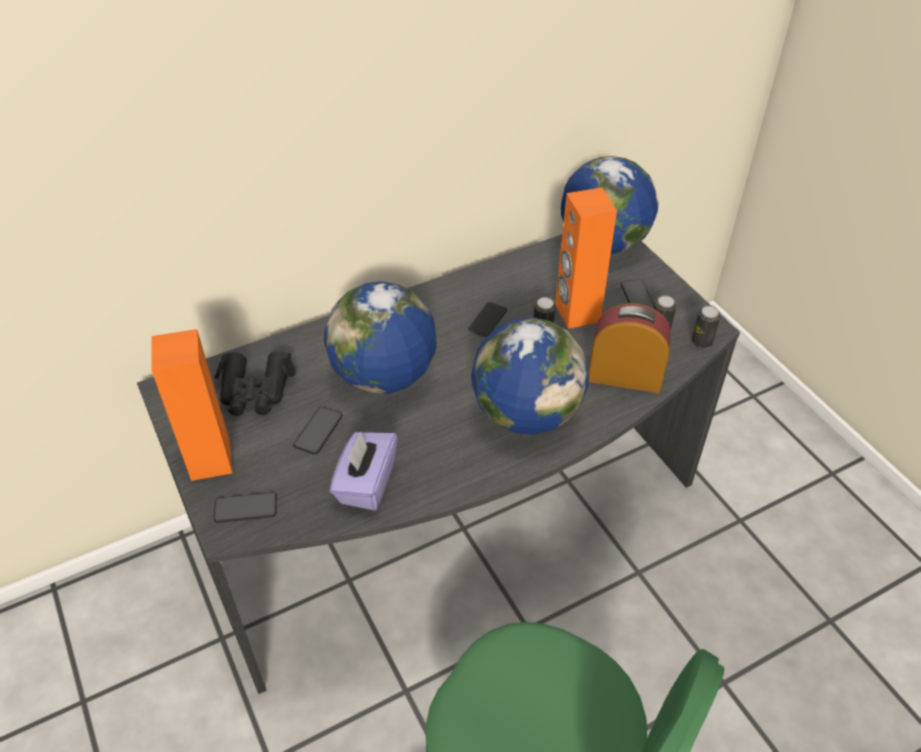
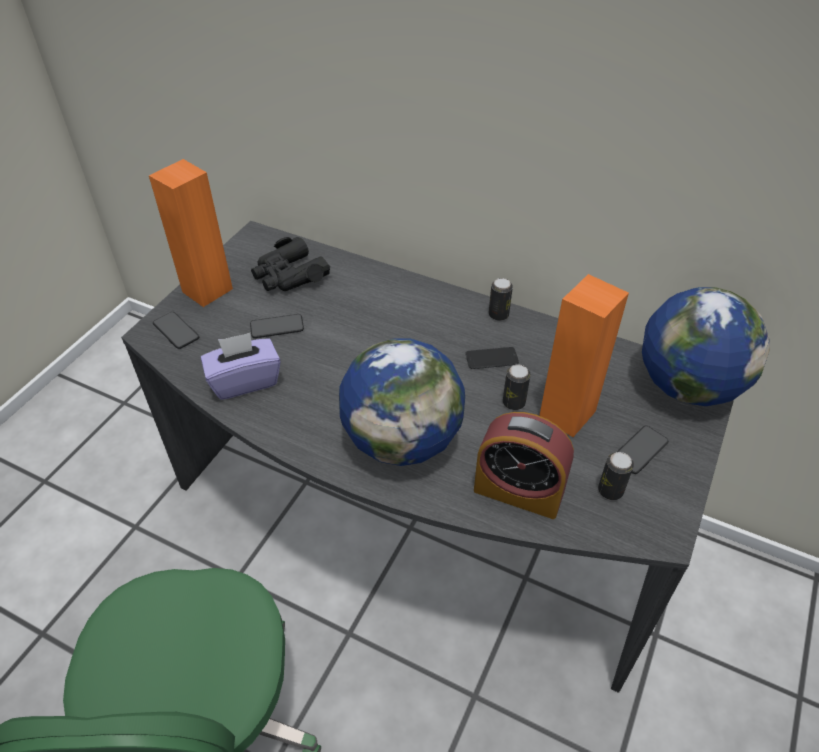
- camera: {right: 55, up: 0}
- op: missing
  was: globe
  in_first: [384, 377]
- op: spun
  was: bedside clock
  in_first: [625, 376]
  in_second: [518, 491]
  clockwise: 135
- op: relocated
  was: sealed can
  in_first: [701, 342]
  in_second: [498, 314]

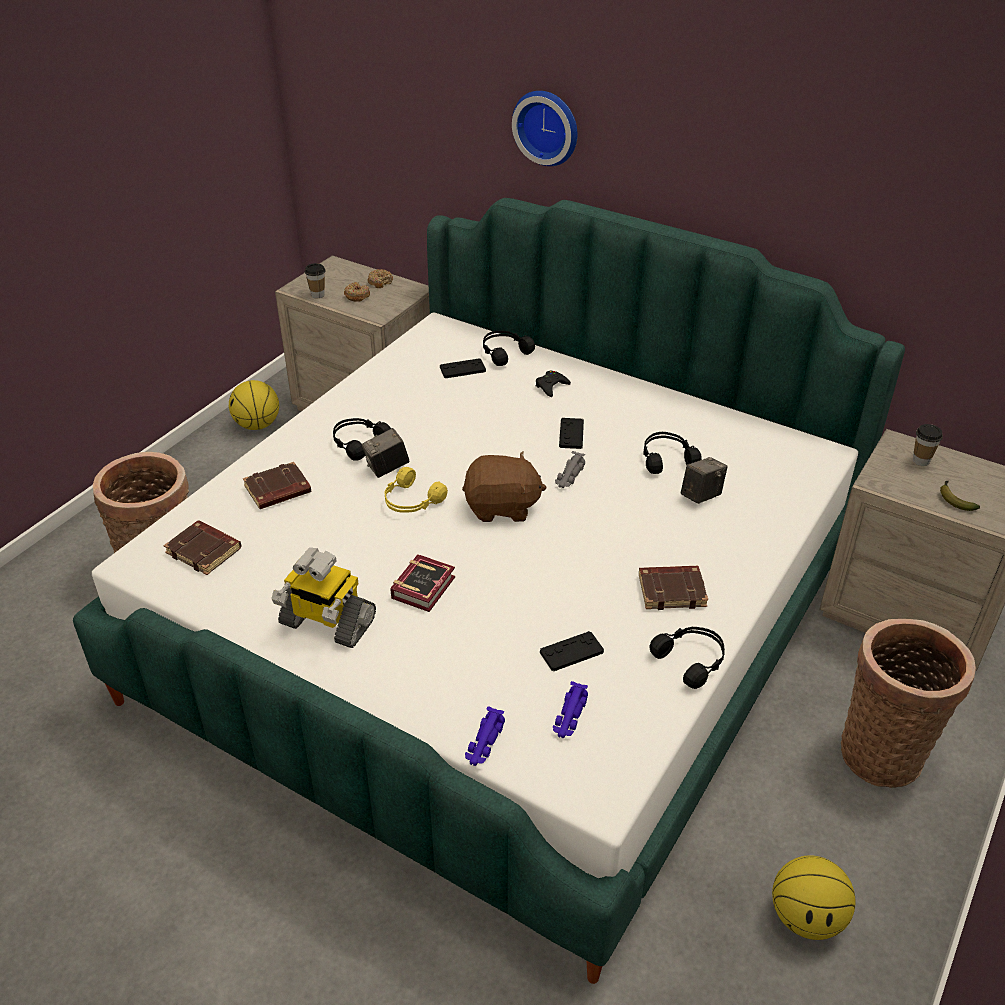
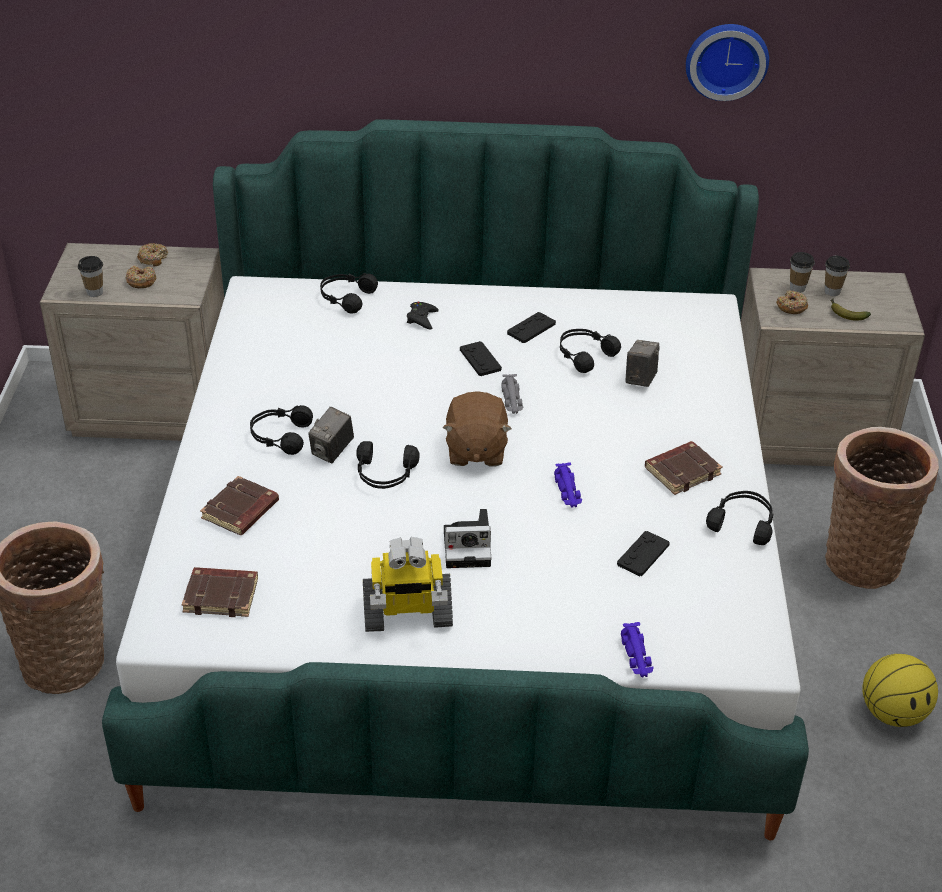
- camera: {right: -30, up: 0}
- op: missing
  was: basketball
  in_first: [257, 425]
- op: colour
  was: yellowish headphones
  now: black headphones
  in_first: [411, 501]
  in_second: [385, 475]
- op: exchanged
  was: bound book
  now: photo camera
  in_first: [426, 586]
  in_second: [469, 547]
- op: relocated
  was: black joypad
  in_first: [462, 369]
  in_second: [531, 328]
- op: spun
  was: brown cuddly toy
  in_first: [502, 507]
  in_second: [475, 450]
  clockwise: 120
- op: relocated
  was: hanging clock
  in_first: [547, 126]
  in_second: [726, 59]
- op: relocated
  was: purple-coloured model car
  in_first: [569, 716]
  in_second: [568, 492]
- op: appeared
  now: doughnut
  in_second: [791, 307]
- op: appeared
  now: cup
  in_second: [832, 291]

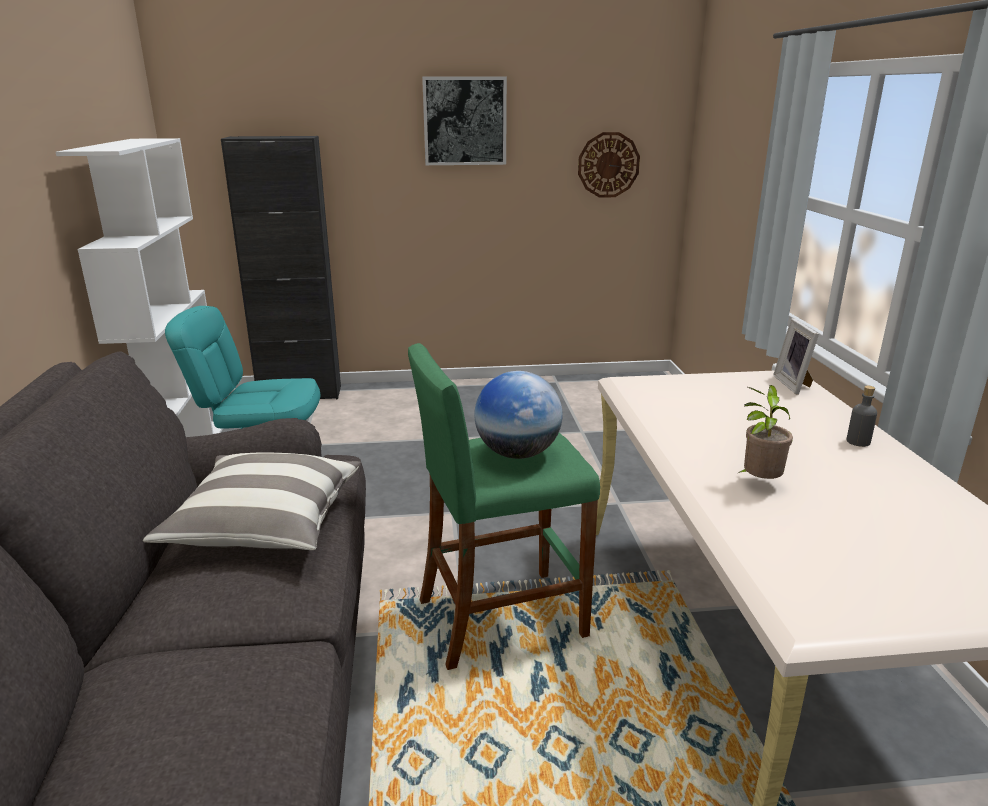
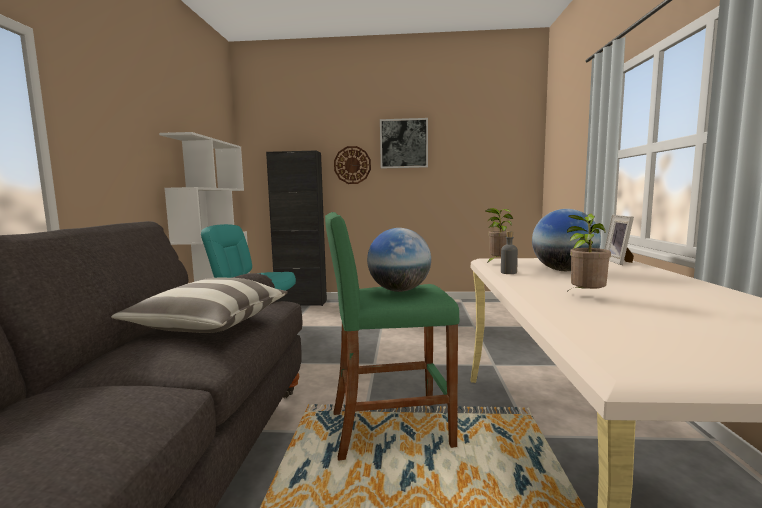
- camera: {right: 10, up: -15}
- op: relocated
  was: hanging clock
  in_first: [608, 165]
  in_second: [352, 165]
- op: relocated
  was: grey beverage bottle
  in_first: [858, 441]
  in_second: [508, 272]
- op: appeared
  now: houseplant
  in_second: [498, 263]
- op: appeared
  now: globe
  in_second: [563, 270]

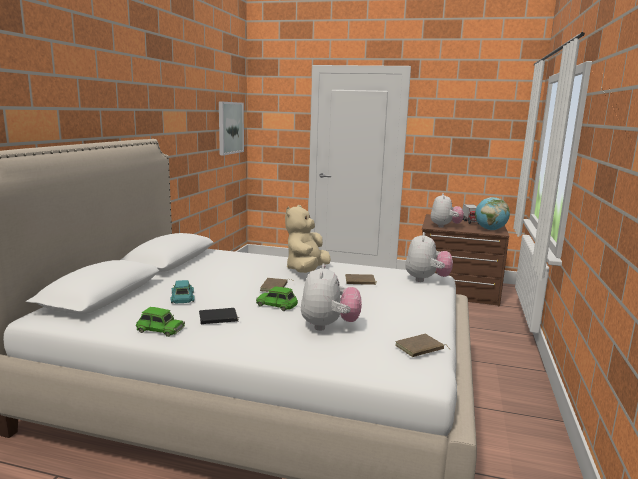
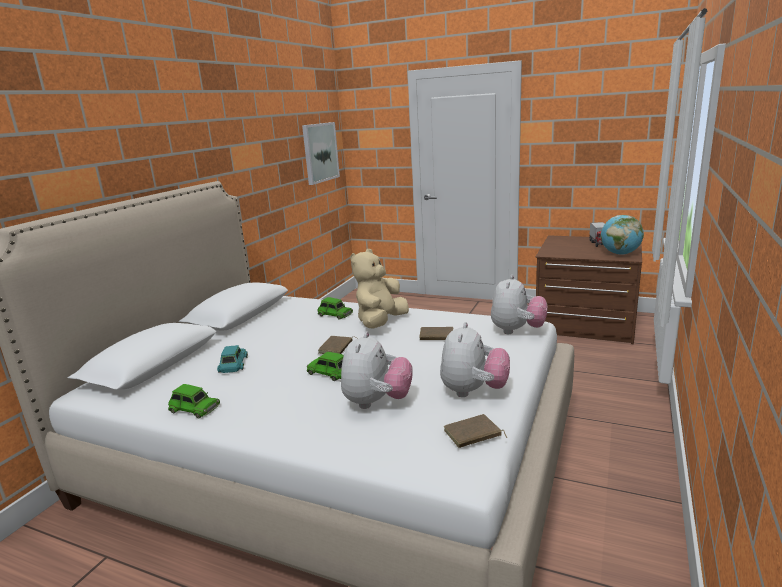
- camera: {right: 10, up: 5}
- op: missing
  was: black bound book
  in_first: [218, 319]
- op: relocated
  was: cuddly toy
  in_first: [445, 226]
  in_second: [473, 391]
- op: appeared
  now: greenish model car
  in_second: [335, 314]

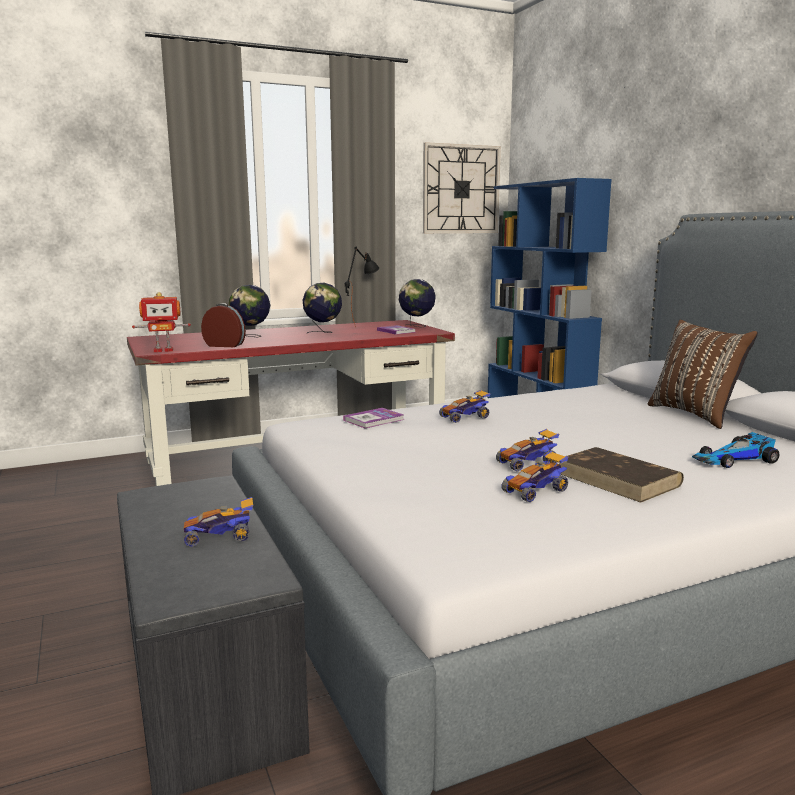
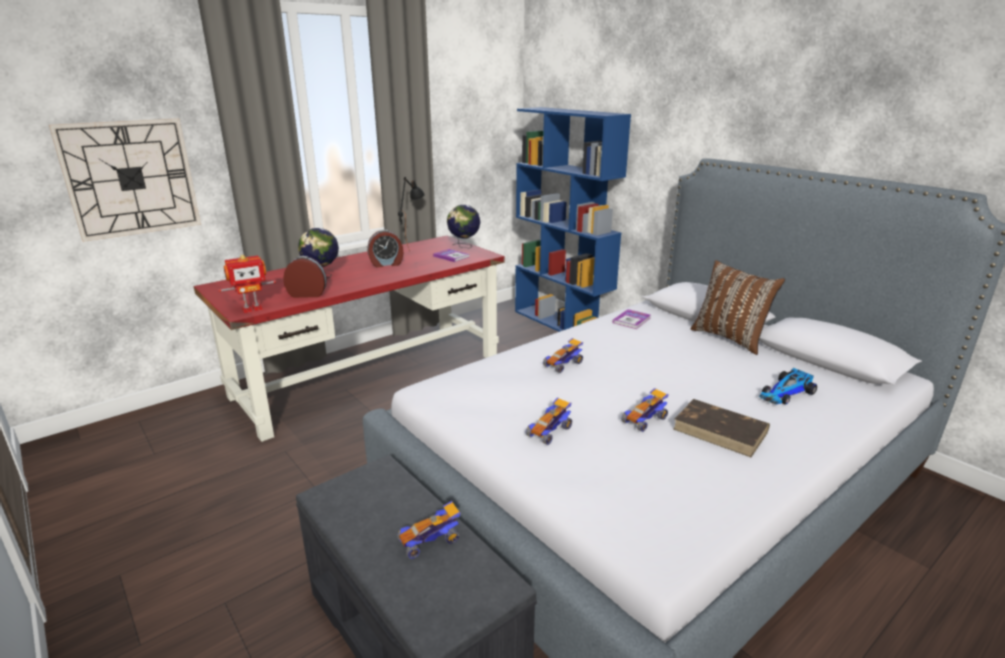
- camera: {right: -15, up: 10}
- op: exchanged
  was: globe
  now: bedside clock
  in_first: [323, 333]
  in_second: [386, 264]
- op: relocated
  was: bound book
  in_first: [374, 420]
  in_second: [631, 320]
- op: relocated
  was: hanging clock
  in_first: [461, 189]
  in_second: [130, 178]
- op: relocated
  was: model car
  in_first: [535, 491]
  in_second: [549, 431]

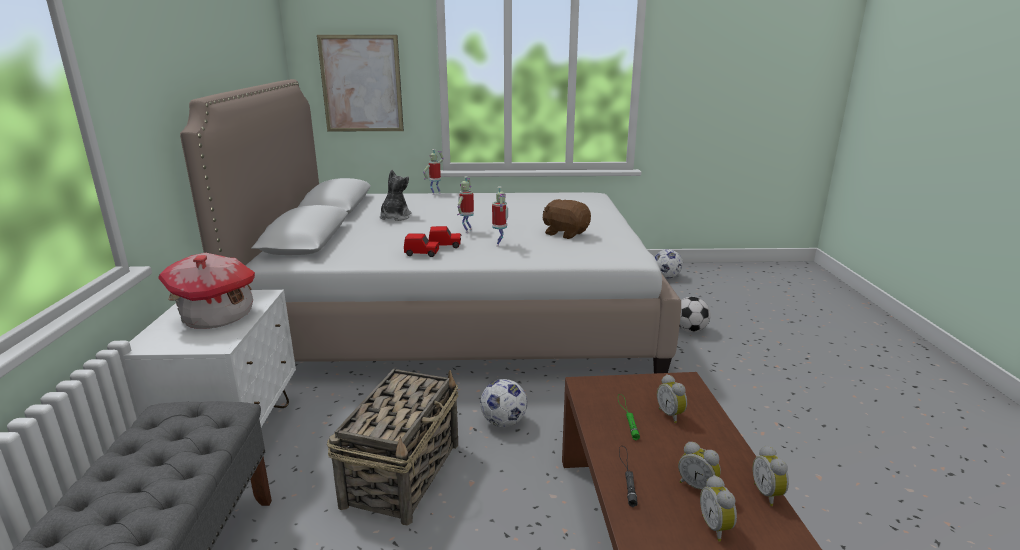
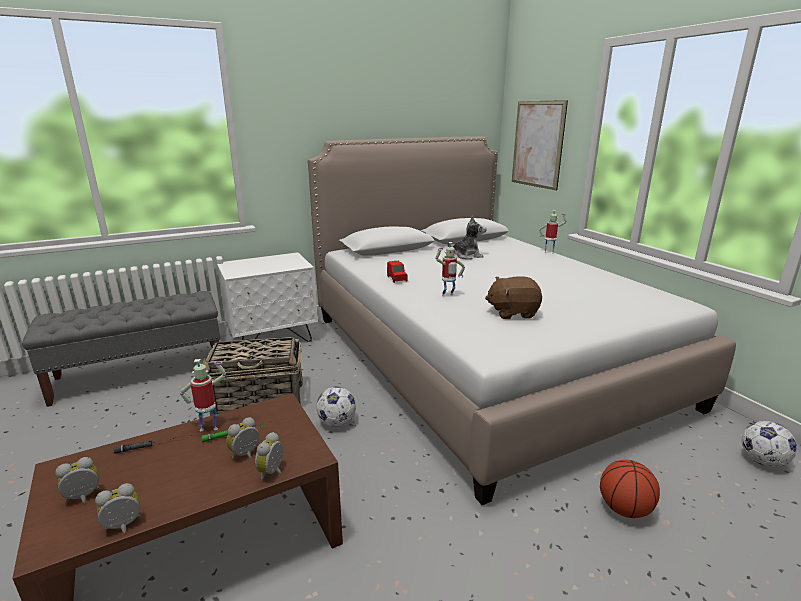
- camera: {right: 65, up: 0}
- op: missing
  was: miniature house
  in_first: [217, 316]
- op: missing
  was: red-coloured model car
  in_first: [445, 245]
- op: relocated
  was: toy robot
  in_first: [467, 231]
  in_second: [209, 427]
- op: spun
  was: brown cuddly toy
  in_first: [565, 233]
  in_second: [512, 312]
  clockwise: -105
- op: relocated
  was: bedside clock
  in_first: [697, 486]
  in_second: [273, 472]
- op: exchanged
  was: football
  now: basketball
  in_first: [689, 330]
  in_second: [624, 509]

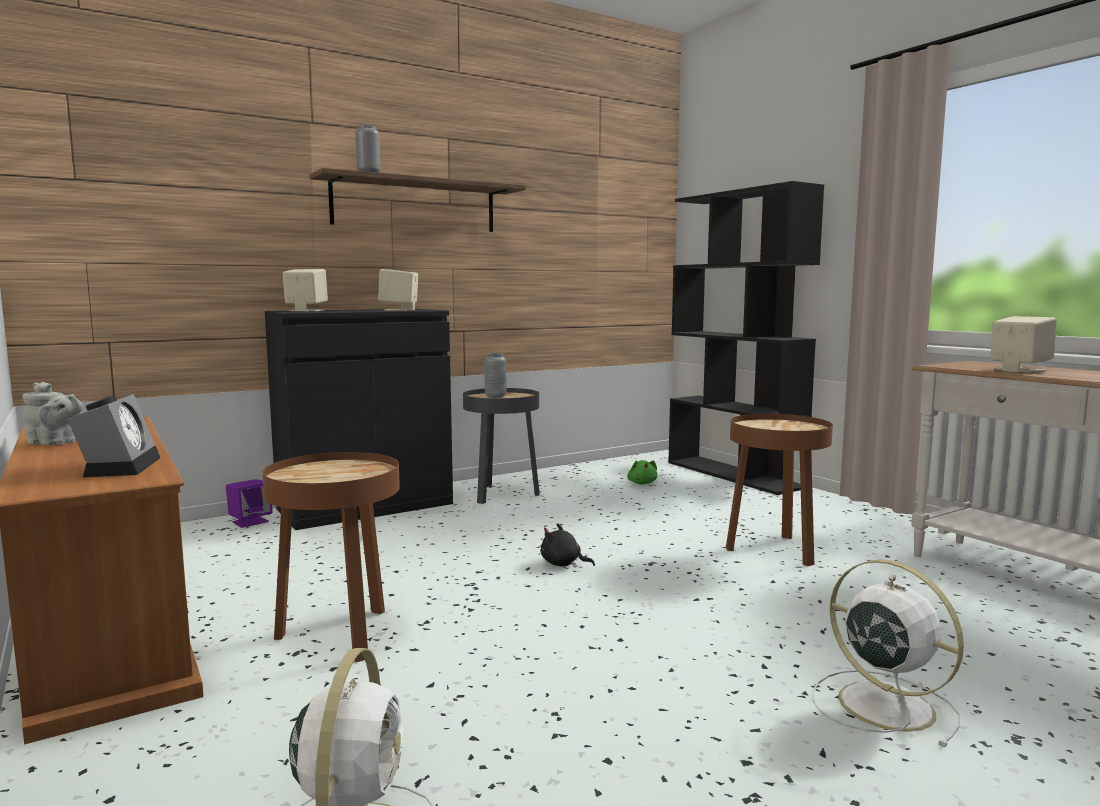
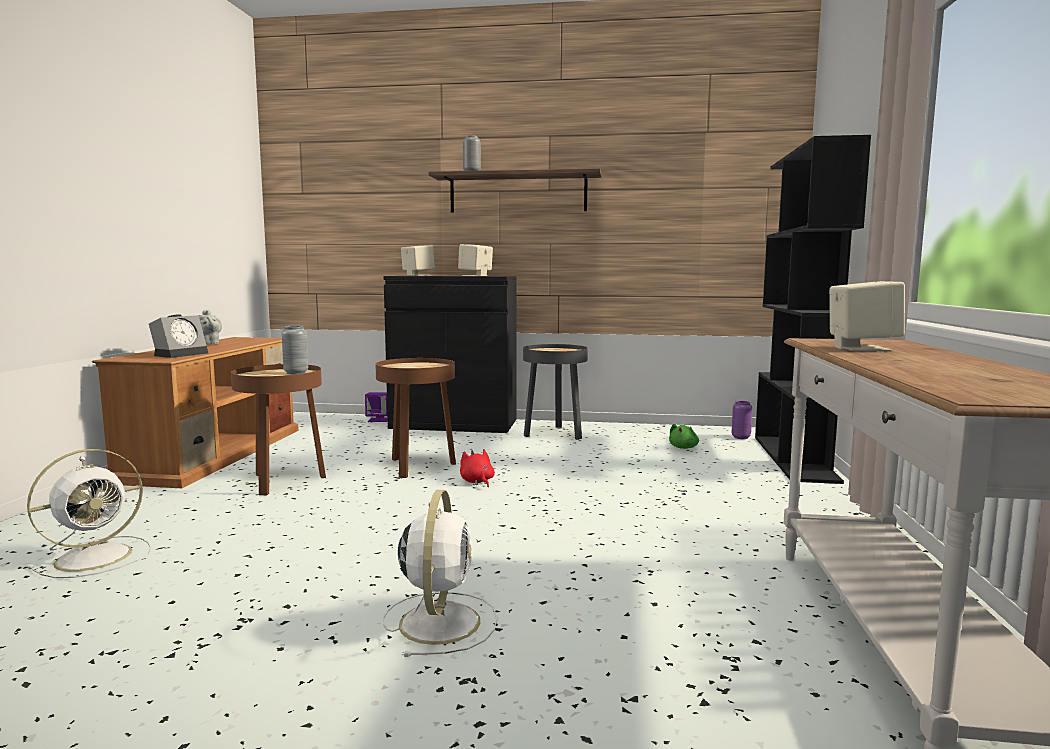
- camera: {right: 40, up: 0}
- op: relocated
  was: grey flower vase
  in_first: [495, 396]
  in_second: [296, 373]
- op: colour
  was: black cuddly toy
  now: red-coloured cuddly toy
  in_first: [563, 564]
  in_second: [477, 482]
- op: relocated
  was: brown end table
  in_first: [774, 550]
  in_second: [417, 466]
- op: appeared
  now: purple-coloured flower vase
  in_second: [740, 437]

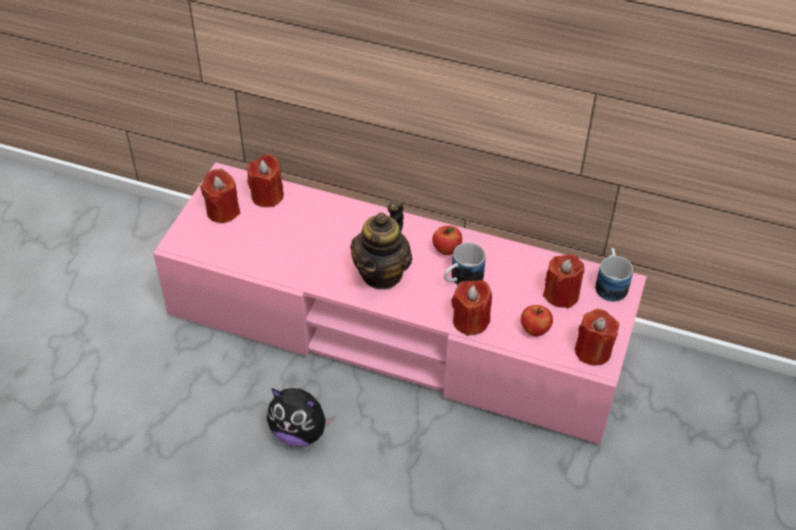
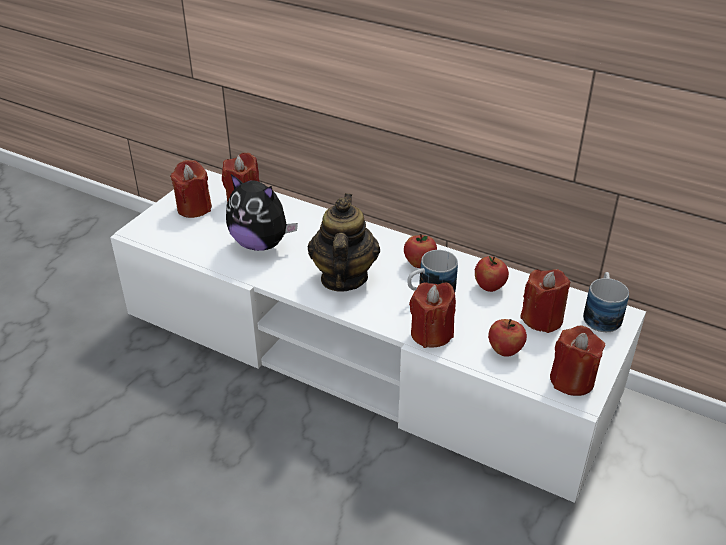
- camera: {right: 10, up: -10}
- op: colour
  was: pink-coloured tv stand
  now: white-coloured tv stand
  in_first: [397, 329]
  in_second: [363, 355]
- op: relocated
  was: cuddly toy
  in_first: [299, 432]
  in_second: [261, 244]
- op: spun
  was: teapot
  in_first: [382, 273]
  in_second: [343, 278]
  clockwise: 150
- op: appeared
  now: whole apple
  in_second: [489, 287]

